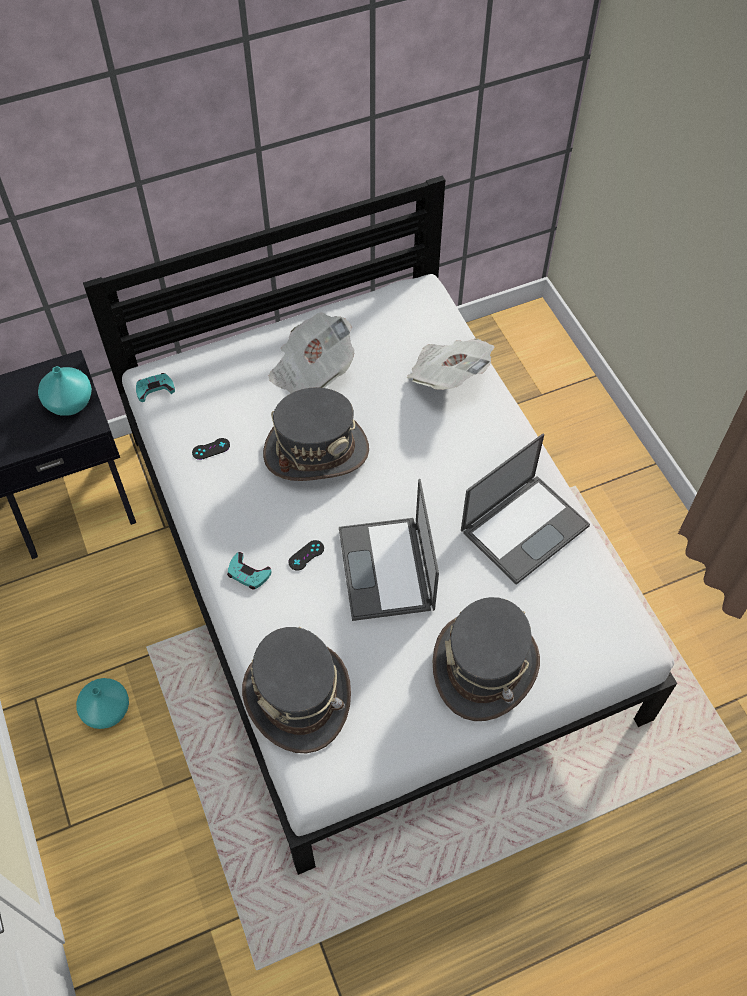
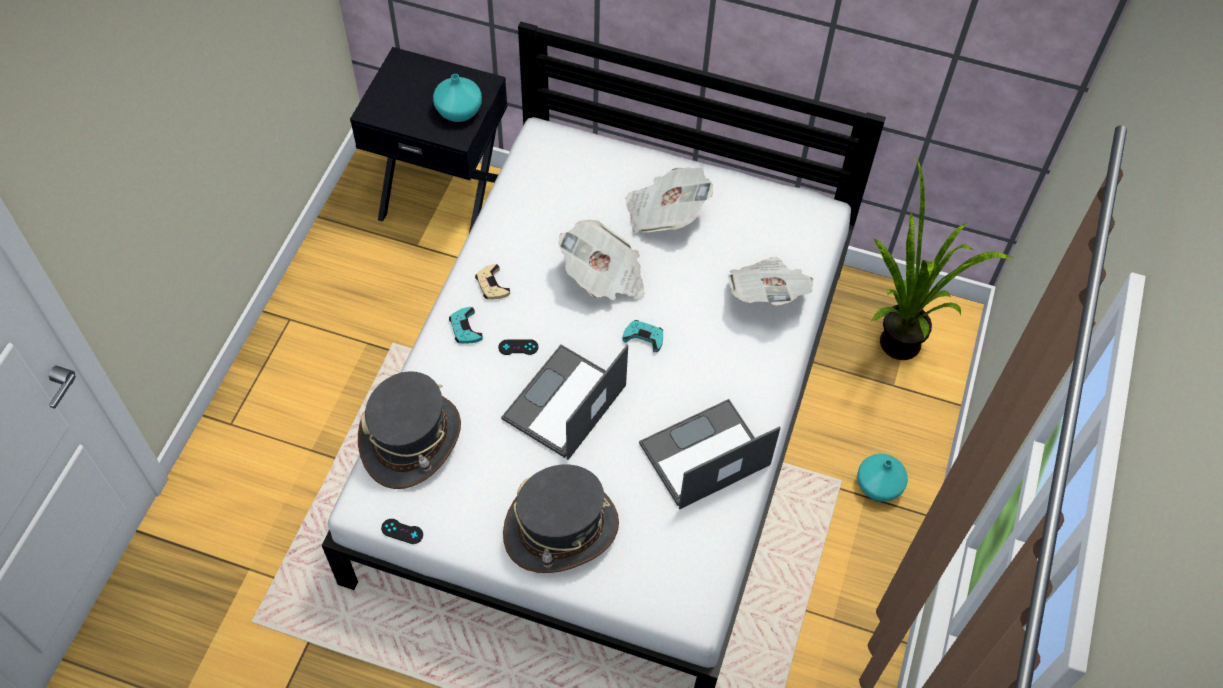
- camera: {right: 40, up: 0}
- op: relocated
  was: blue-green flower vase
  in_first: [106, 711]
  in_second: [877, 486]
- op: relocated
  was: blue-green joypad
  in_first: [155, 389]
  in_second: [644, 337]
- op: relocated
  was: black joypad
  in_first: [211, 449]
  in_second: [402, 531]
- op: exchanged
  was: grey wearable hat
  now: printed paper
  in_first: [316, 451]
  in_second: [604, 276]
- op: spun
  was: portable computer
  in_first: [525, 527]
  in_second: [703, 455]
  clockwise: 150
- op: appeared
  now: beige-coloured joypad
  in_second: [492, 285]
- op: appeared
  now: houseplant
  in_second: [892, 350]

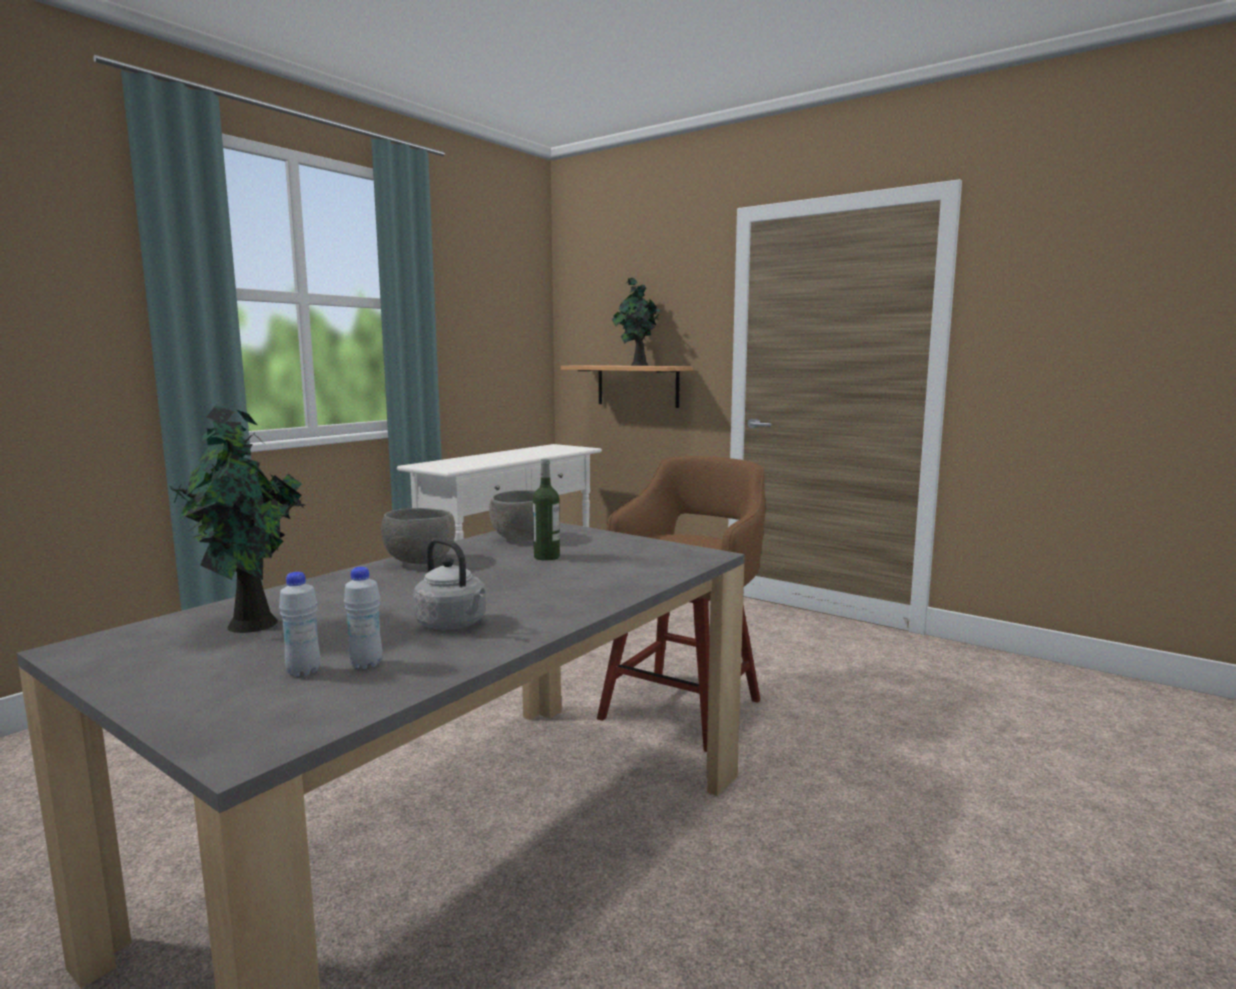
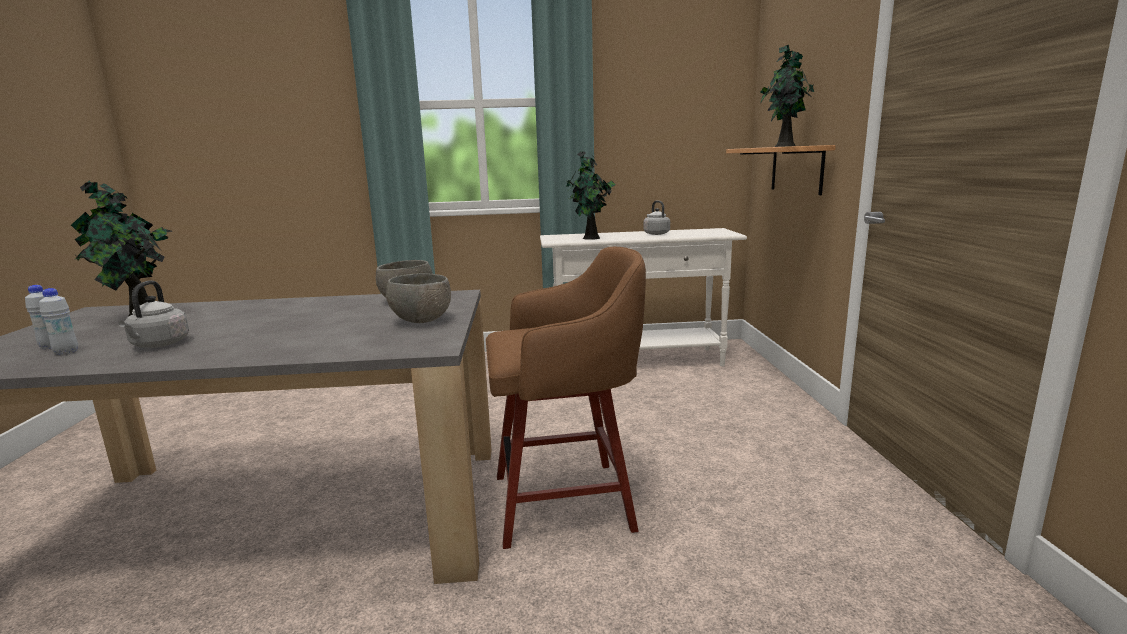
- camera: {right: 50, up: 5}
- op: relocated
  was: grey deep dish
  in_first: [421, 562]
  in_second: [421, 321]
- op: missing
  was: beverage bottle
  in_first: [546, 557]
- op: appeared
  now: houseplant
  in_second: [590, 238]
- op: appeared
  now: grey water kettle
  in_second: [655, 233]

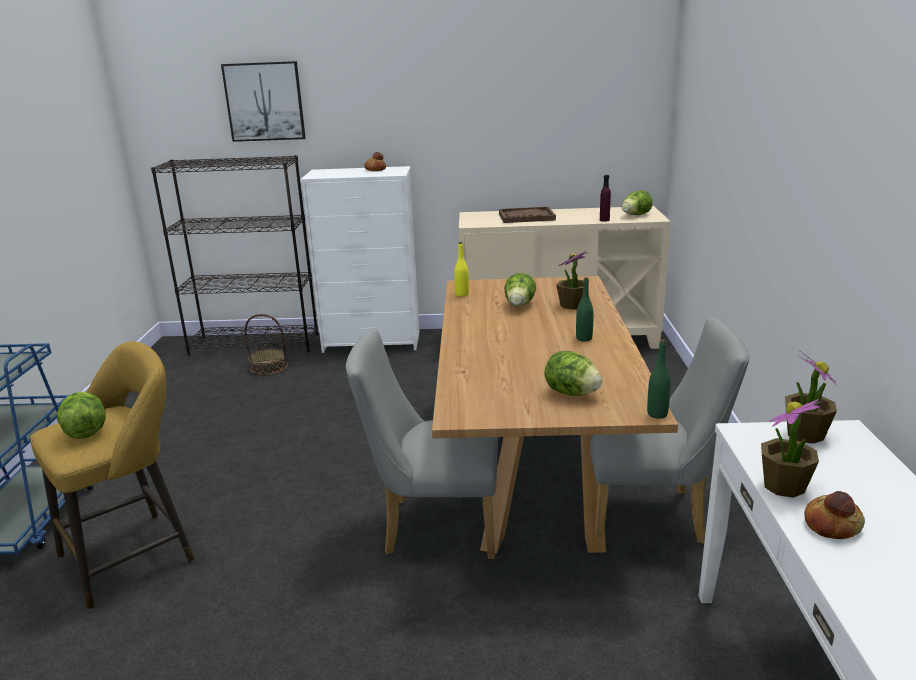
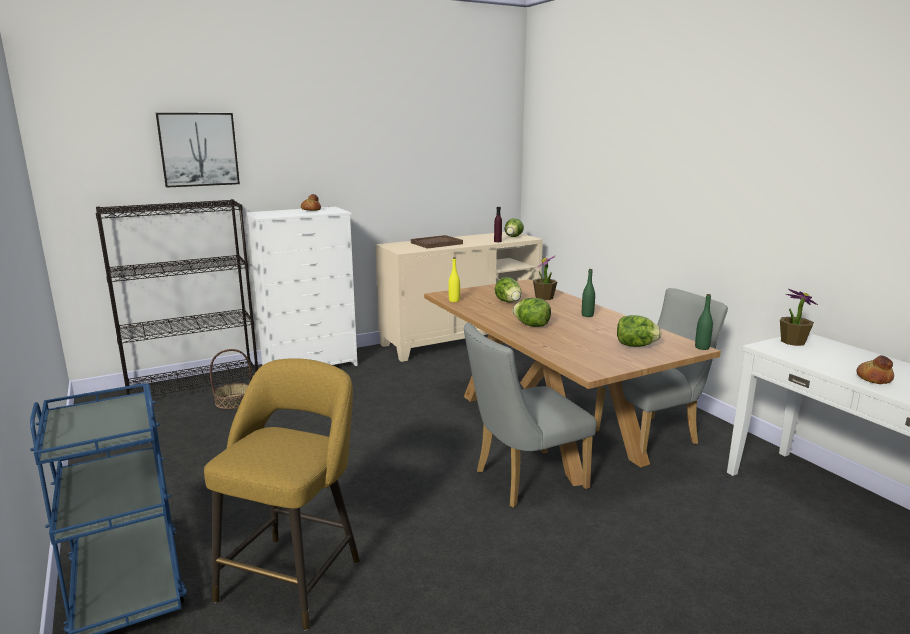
- camera: {right: -30, up: -5}
- op: relocated
  was: head of lettuce
  in_first: [86, 432]
  in_second: [532, 325]
- op: missing
  was: houseplant
  in_first: [784, 486]

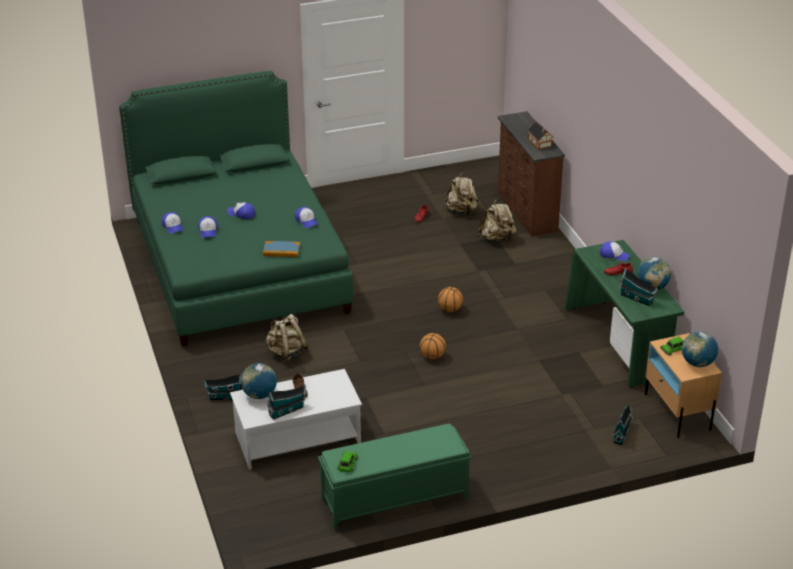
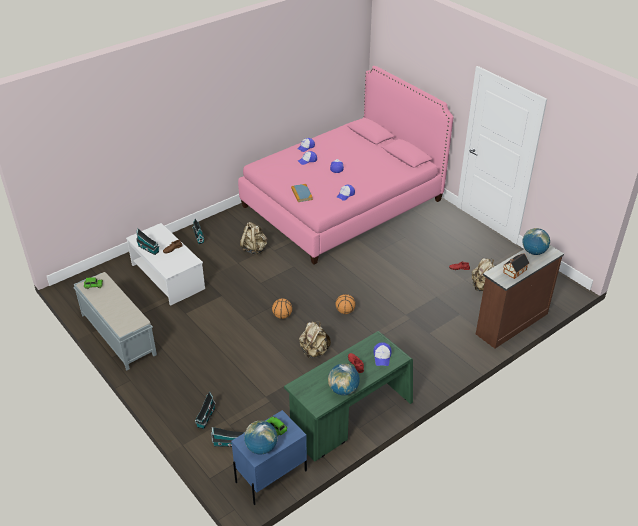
- camera: {right: 70, up: 5}
- op: colour
  was: greenish sleeping bed
  now: pink-coloured sleeping bed
  in_first: [238, 264]
  in_second: [342, 203]
- op: relocated
  was: globe
  in_first: [259, 395]
  in_second: [533, 252]
- op: colour
  was: greenish indoor bench
  now: grey indoor bench
  in_first: [393, 499]
  in_second: [118, 334]
- op: relocated
  was: beige-coloured rucksack
  in_first: [497, 239]
  in_second: [314, 351]
- op: relocated
  was: miniature house
  in_first: [638, 299]
  in_second: [205, 418]
- op: colour
  was: beige-coloured bedside table
  now: bluish bedside table
  in_first: [677, 412]
  in_second: [270, 476]

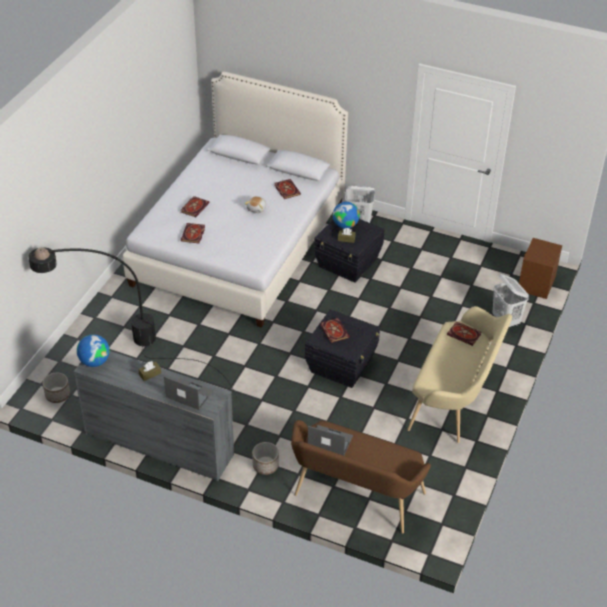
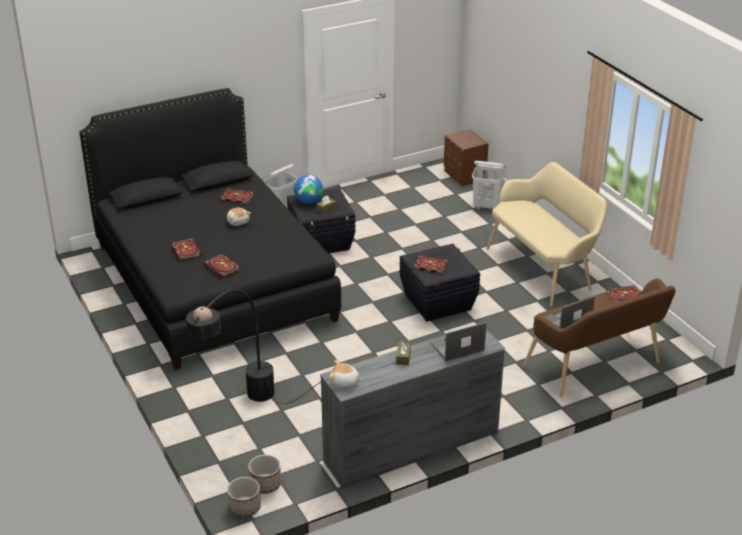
- camera: {right: -50, up: -10}
- op: exchanged
  was: globe
  now: cuddly toy
  in_first: [94, 362]
  in_second: [344, 383]
- op: colour
  was: white-coloured sleeping bed
  now: black sleeping bed
  in_first: [239, 244]
  in_second: [213, 282]
- op: relocated
  was: planter
  in_first: [265, 466]
  in_second: [244, 507]
- op: relocated
  was: bound book
  in_first: [465, 334]
  in_second: [625, 296]

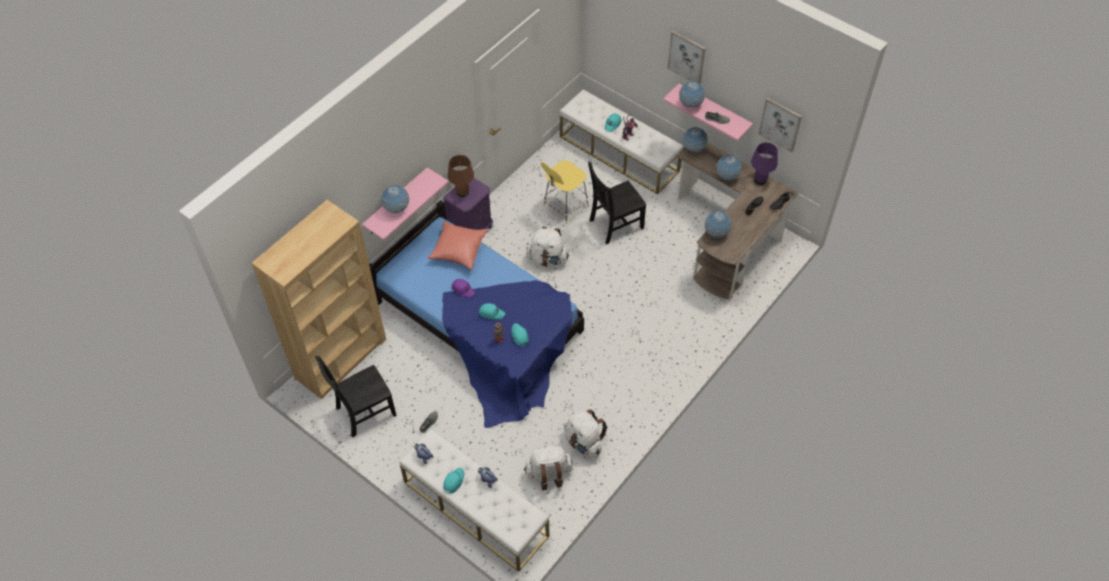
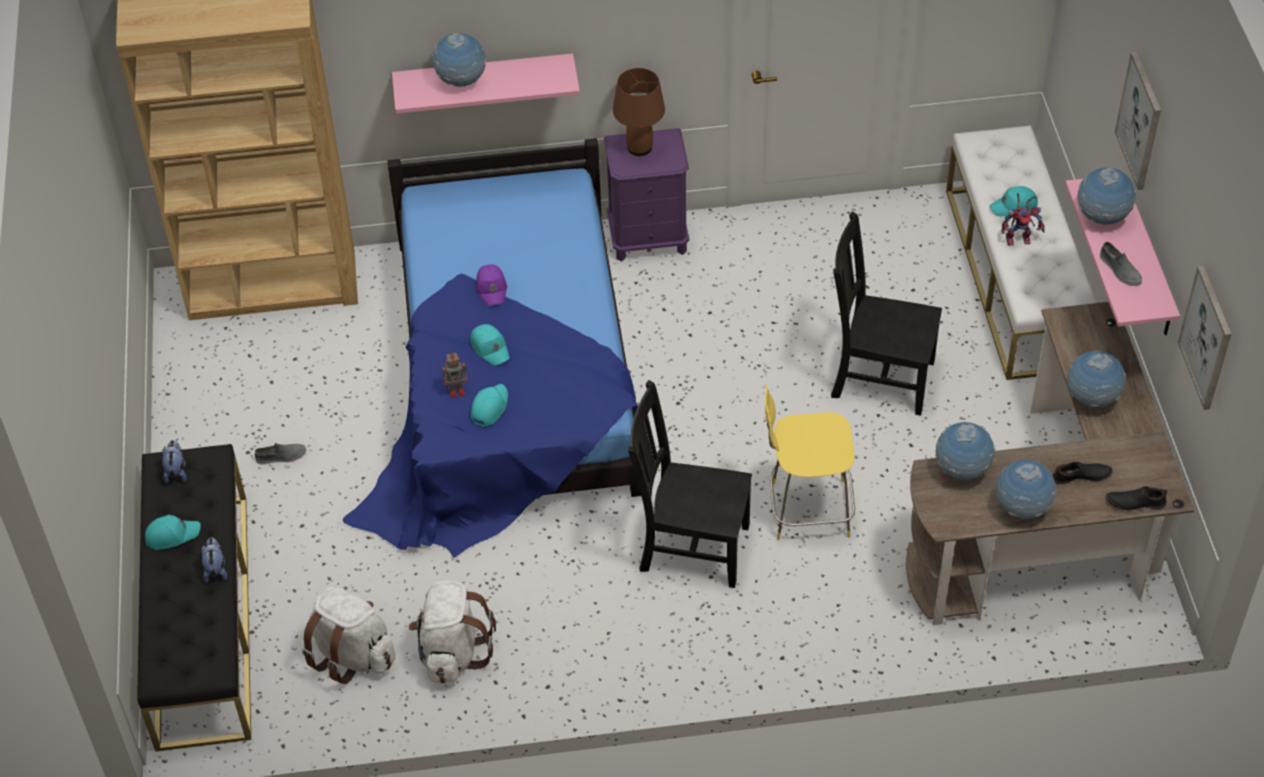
- camera: {right: 45, up: -5}
- op: relocated
  was: black plain chair
  in_first: [363, 412]
  in_second: [690, 546]
- op: colour
  was: white-coloured indoor bench
  now: black indoor bench
  in_first: [475, 508]
  in_second: [202, 619]
- op: missing
  was: red-coloured cushion
  in_first: [458, 250]
- op: missing
  was: white-coloured rucksack
  in_first: [547, 259]
- op: relocated
  was: yellowish stool
  in_first: [564, 207]
  in_second: [806, 509]
- op: relocated
  was: globe
  in_first: [693, 149]
  in_second: [1021, 509]
- op: missing
  was: purple-coloured lamp for a table
  in_first: [760, 180]

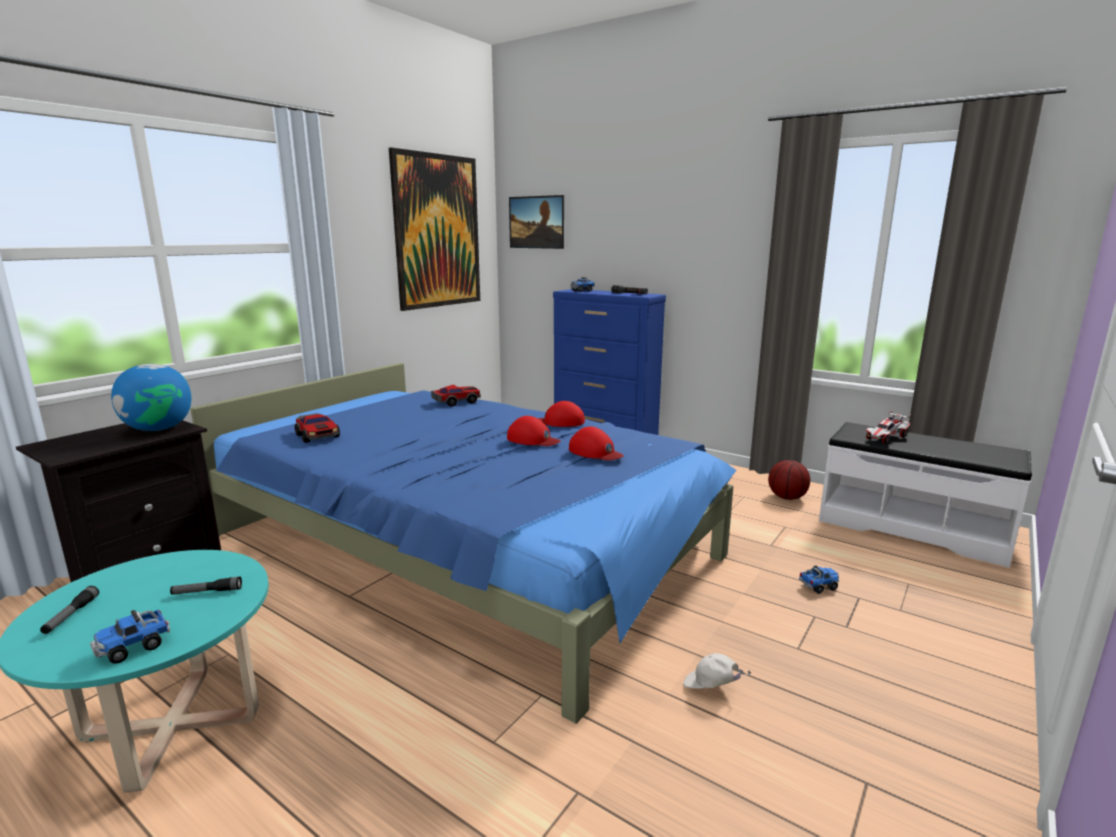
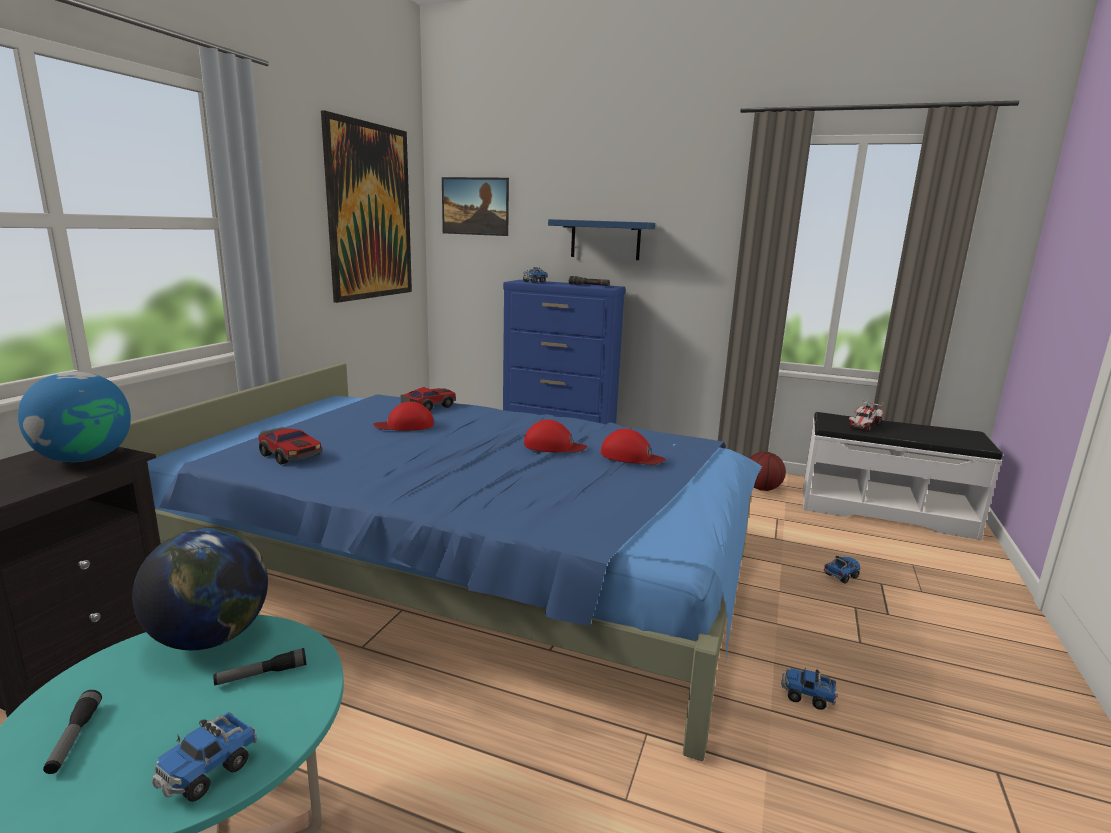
- camera: {right: -15, up: 0}
- op: relocated
  was: red-coloured baseball cap
  in_first: [559, 422]
  in_second: [405, 425]
- op: exchanged
  was: white-coloured baseball cap
  now: toy lorry
  in_first: [711, 688]
  in_second: [807, 697]
- op: appeared
  now: globe
  in_second: [211, 637]
- op: appeared
  now: bluish shelf
  in_second: [605, 240]

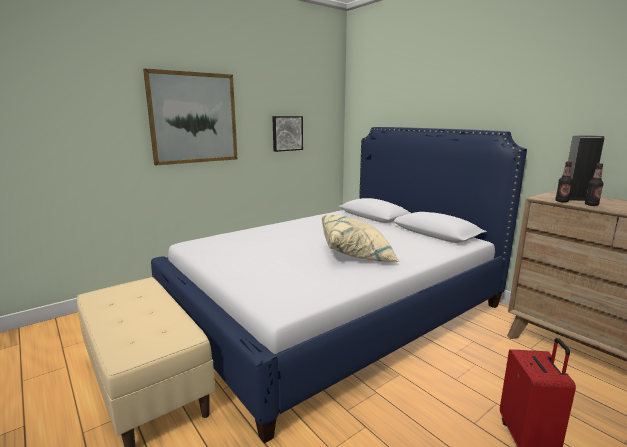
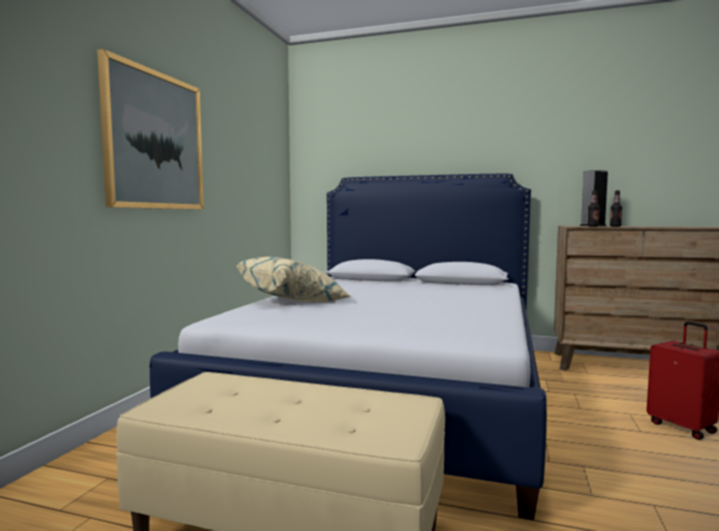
- camera: {right: -35, up: -10}
- op: missing
  was: picture
  in_first: [287, 133]
- op: relocated
  was: beige-coloured cushion
  in_first: [357, 254]
  in_second: [293, 301]

